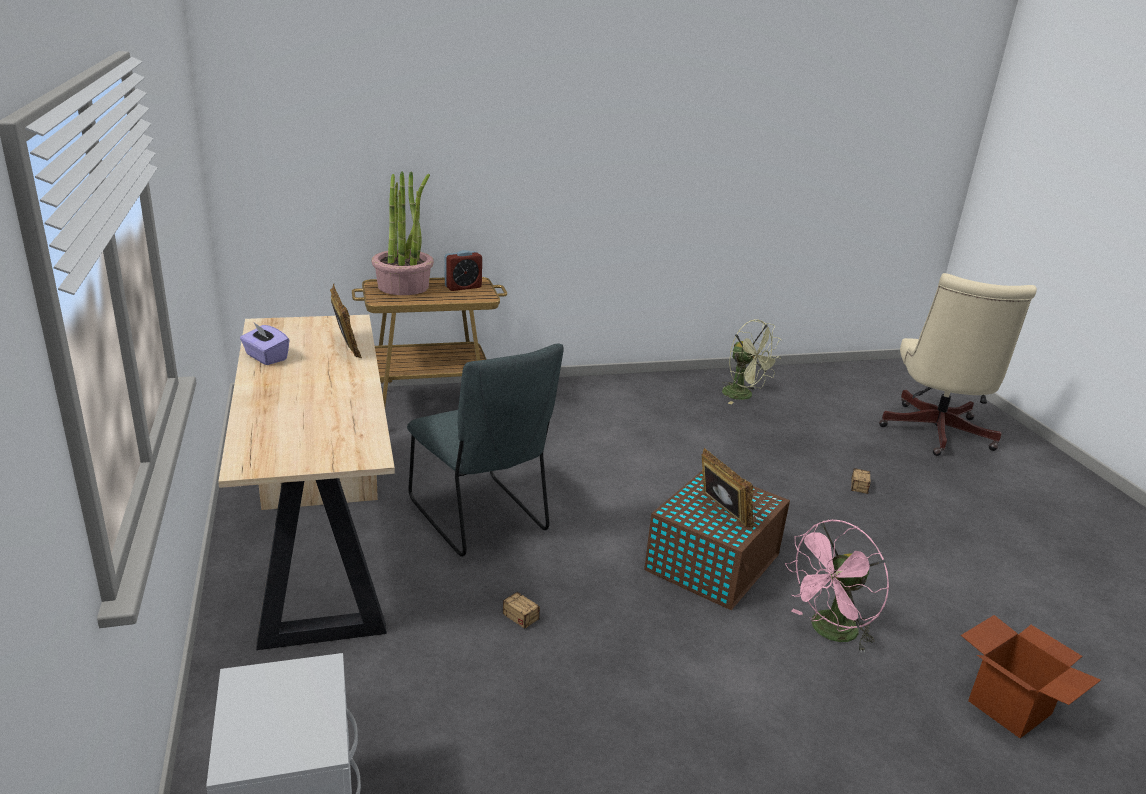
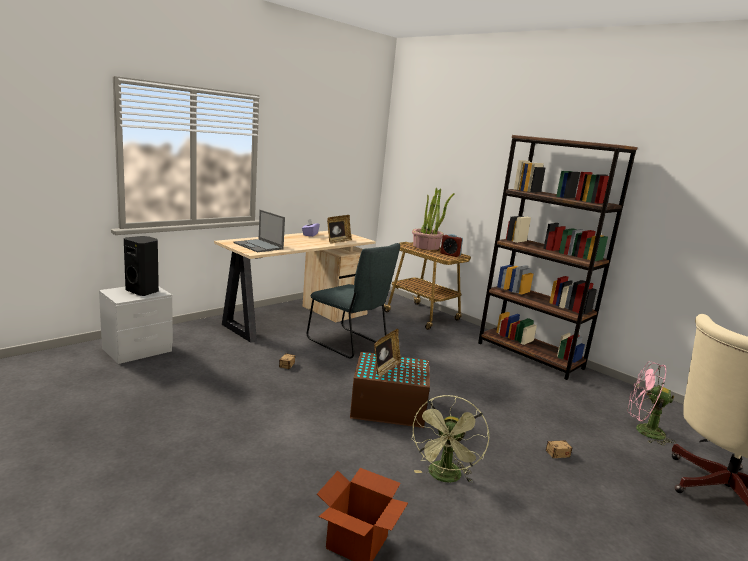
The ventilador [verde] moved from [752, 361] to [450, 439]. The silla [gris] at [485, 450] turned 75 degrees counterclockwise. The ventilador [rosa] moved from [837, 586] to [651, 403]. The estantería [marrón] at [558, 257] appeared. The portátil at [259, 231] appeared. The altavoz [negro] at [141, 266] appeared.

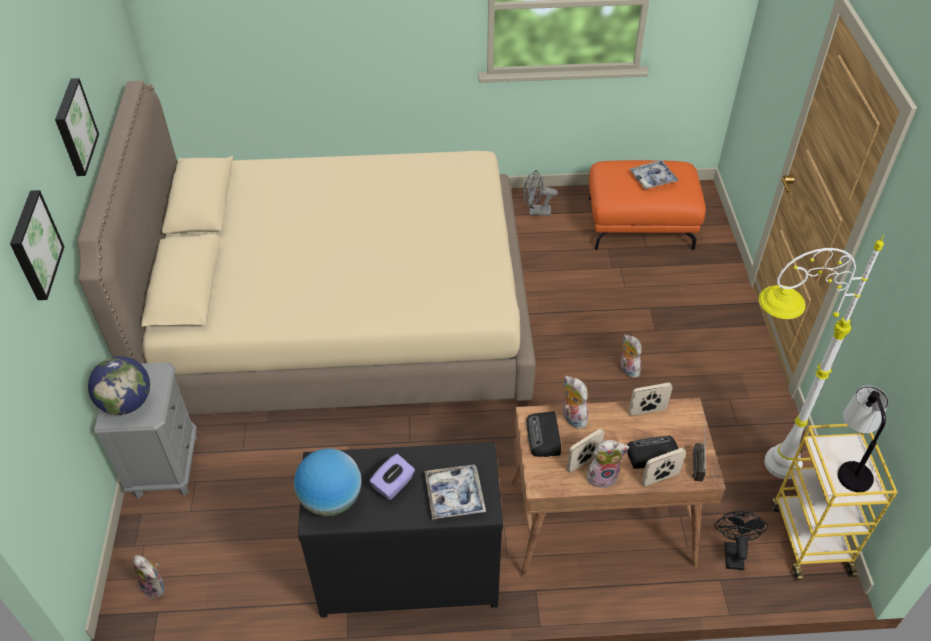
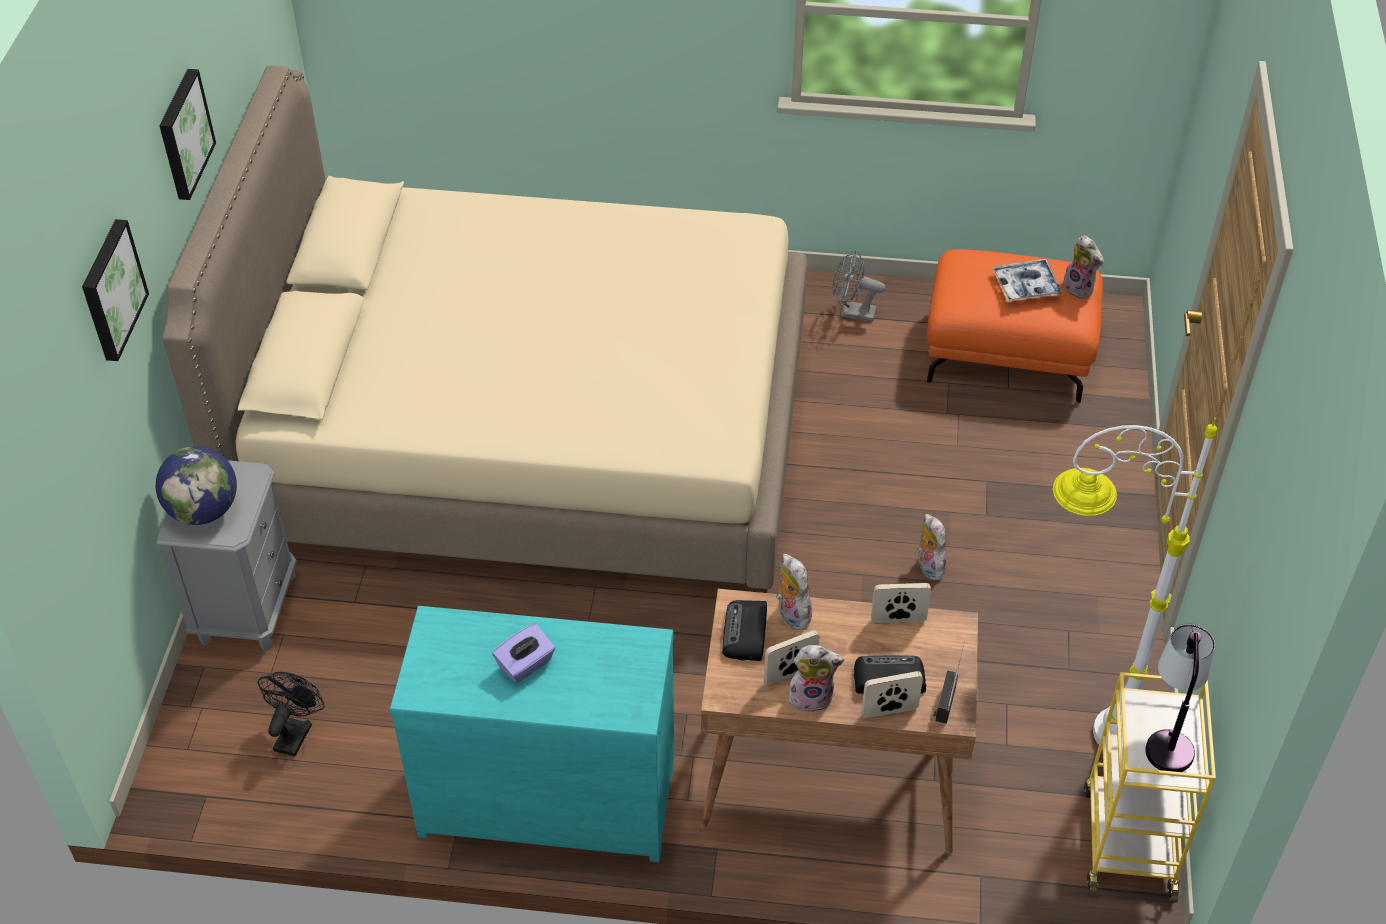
The cómoda [negro] at [400, 530] became the cómoda [turquesa] at [532, 734]. The globo terráqueo at [327, 482] disappeared. The bandeja at [455, 492] disappeared. The ventilador [negro] moved from [741, 540] to [291, 714]. The peluche moved from [148, 577] to [1083, 267].

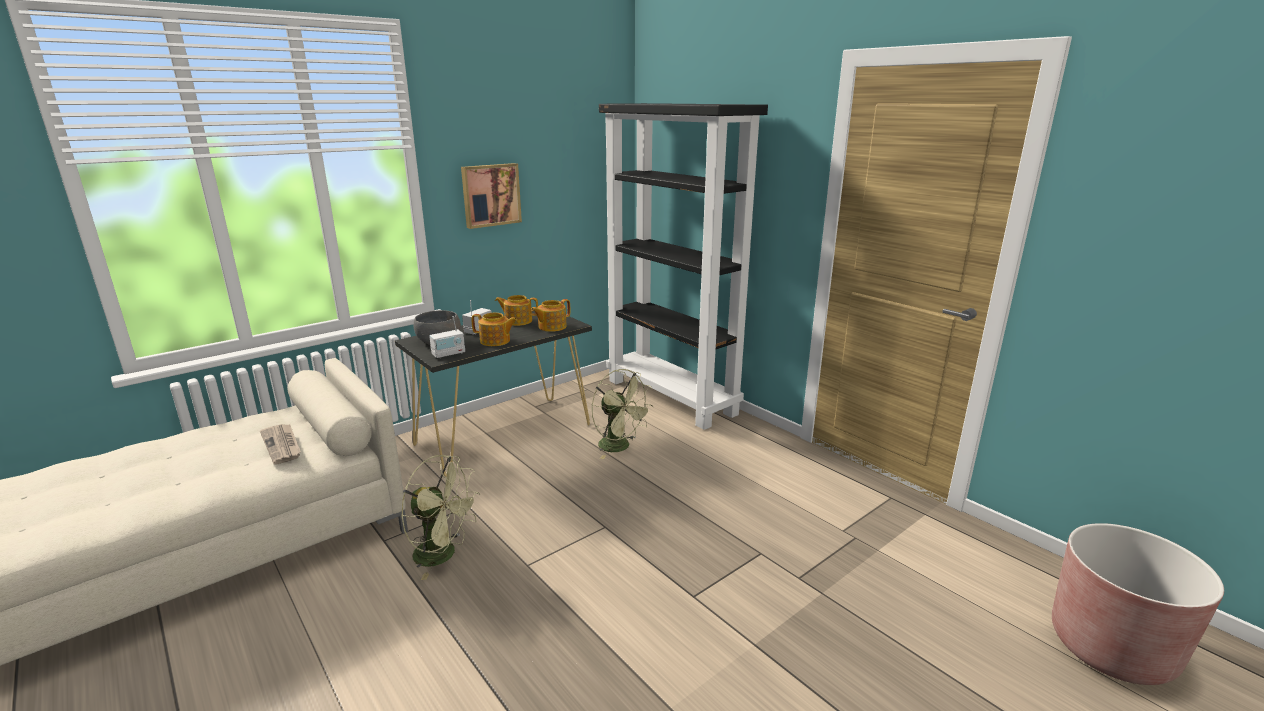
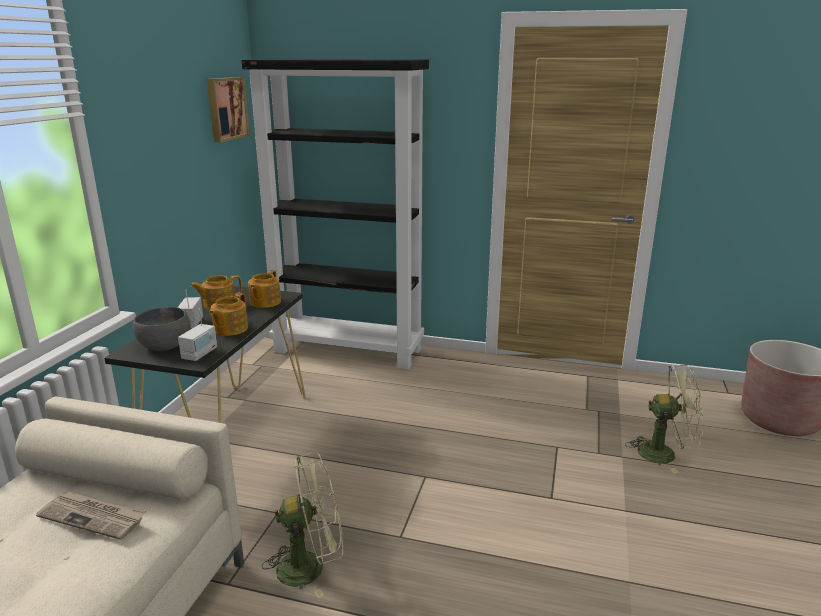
The cuadro moved from [491, 196] to [228, 109]. The tetera at [494, 329] turned 135 degrees clockwise. The ventilador [verde] moved from [622, 414] to [664, 419].

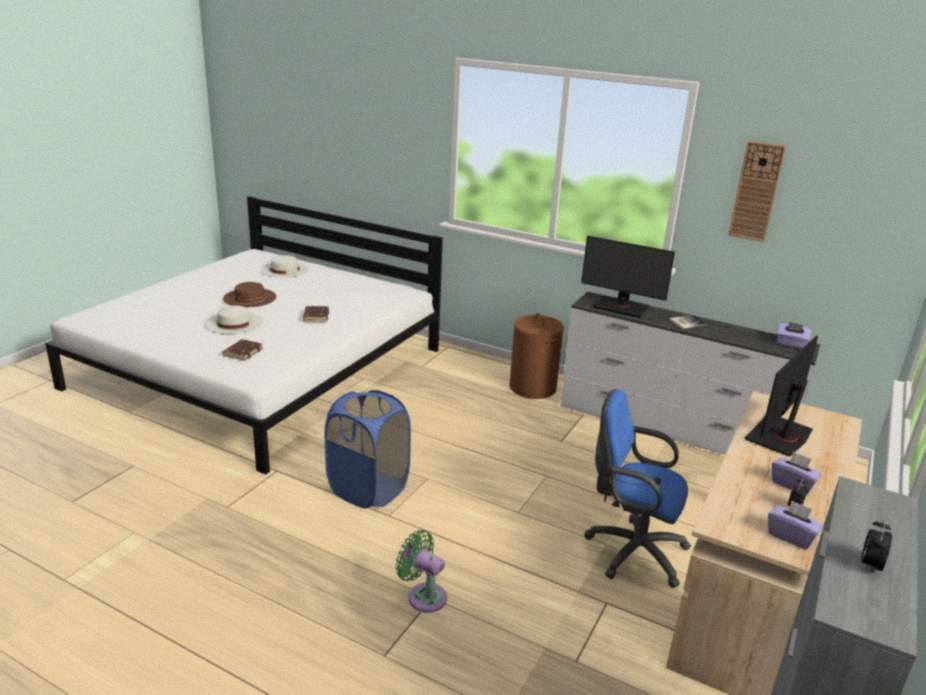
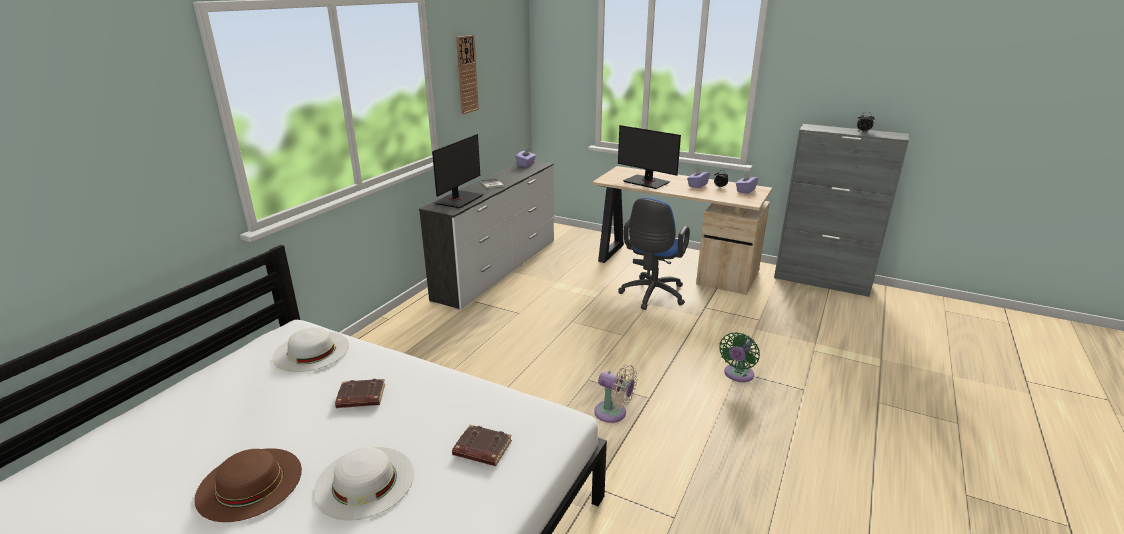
The sombrero [blanco] moved from [285, 266] to [310, 349]. The cesto de la ropa [marrón] at [536, 356] disappeared. The cesto de la ropa [azul] at [368, 449] was replaced by the ventilador [beis] at [616, 394].

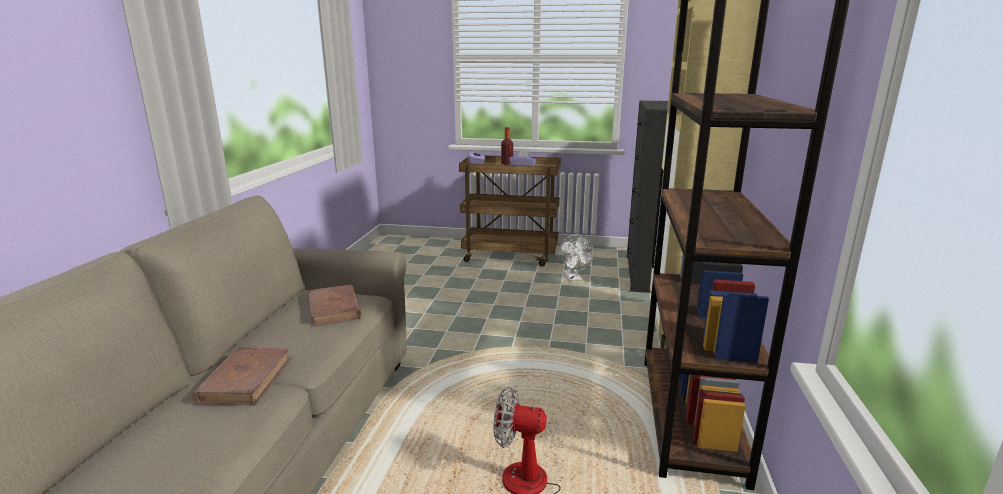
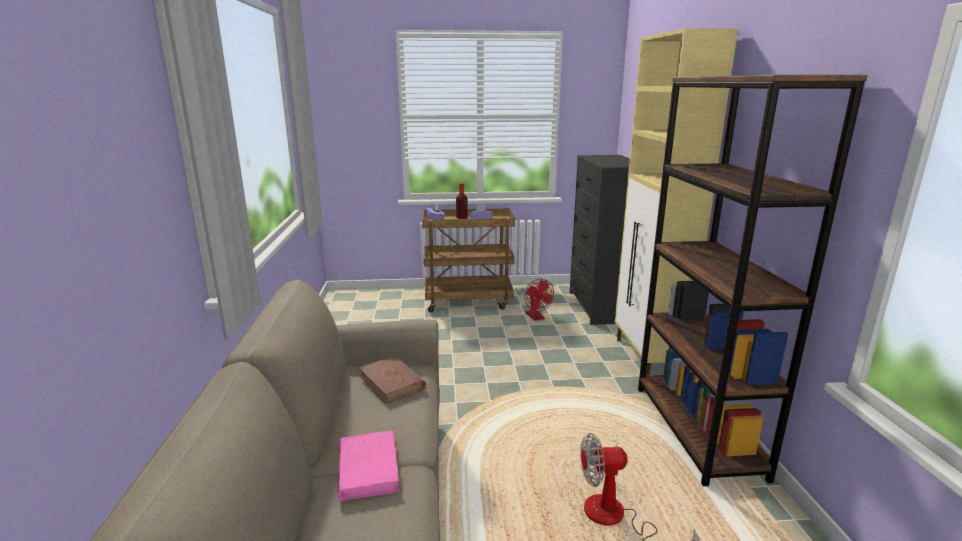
The ventilador [blanco] at [576, 257] became the ventilador [rojo] at [539, 300]. The libro [marrón] at [242, 376] became the libro [rosa] at [369, 466].

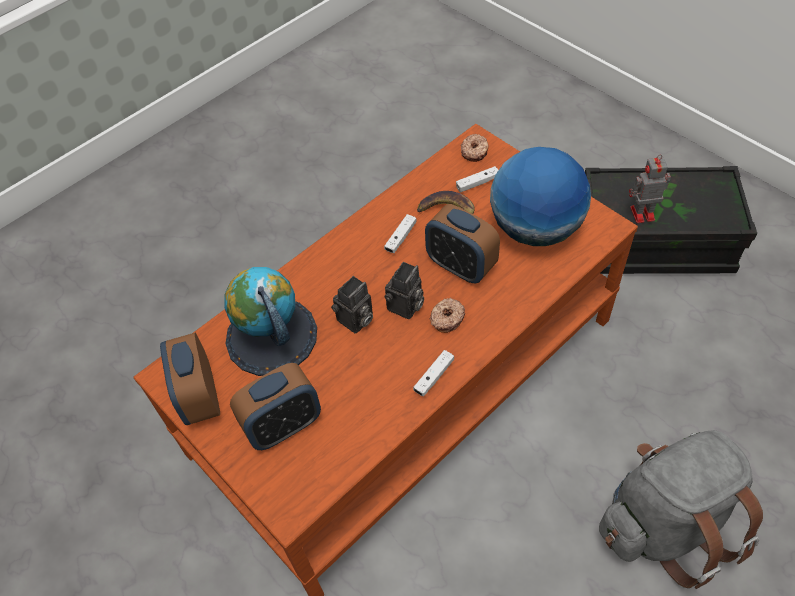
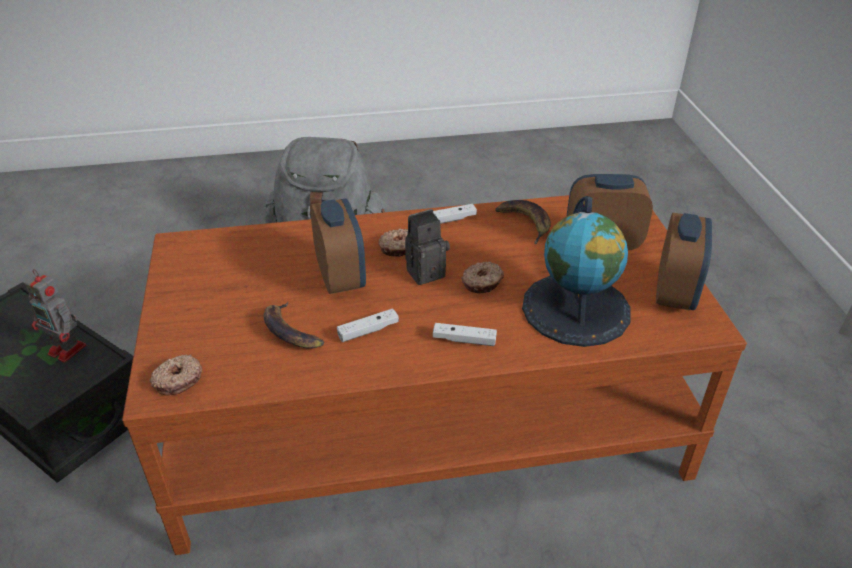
The globo terráqueo at [540, 196] disappeared. The mando de consola [blanco] moved from [477, 179] to [465, 334]. The cámara at [352, 305] was replaced by the rosquilla at [483, 277]. The plátano at [523, 222] appeared.

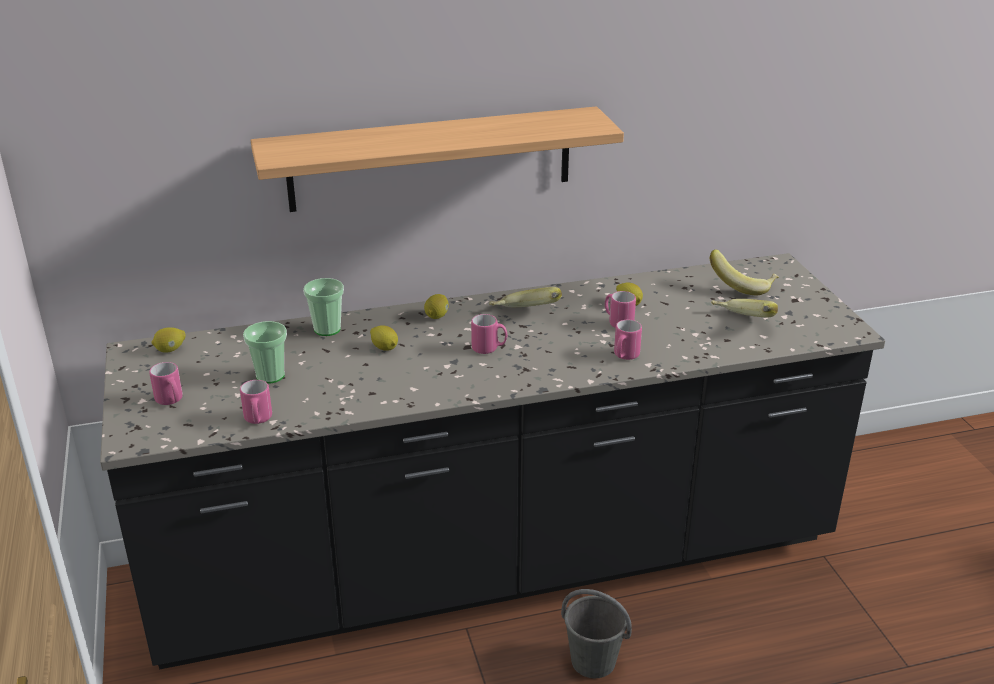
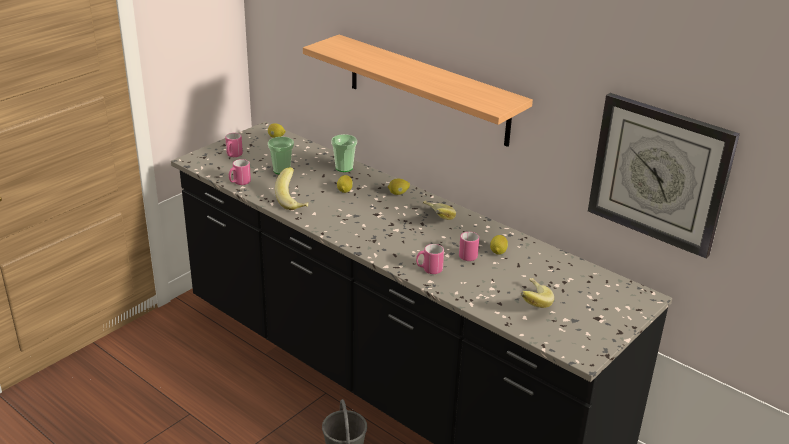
The plátano moved from [744, 272] to [291, 188]. The taza grande [rosa] at [489, 334] disappeared. The reloj de pared at [664, 175] appeared.

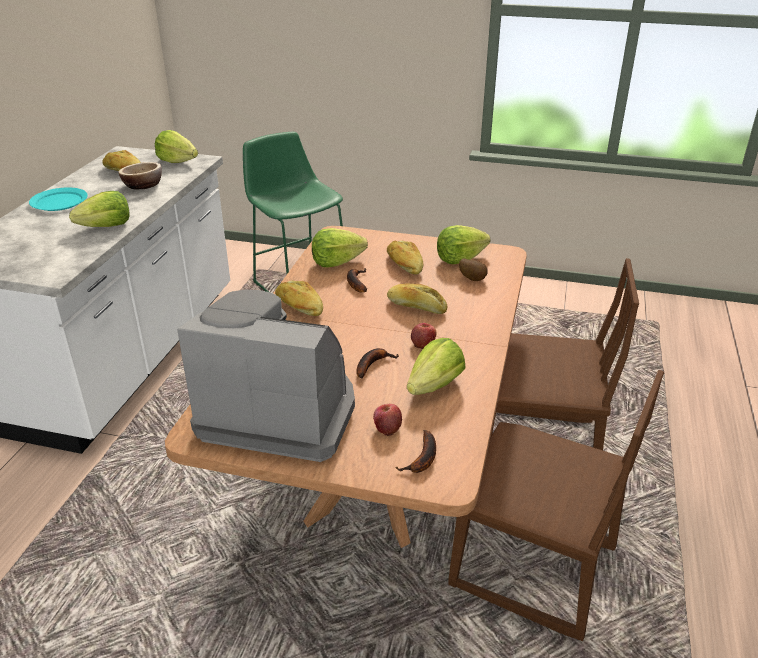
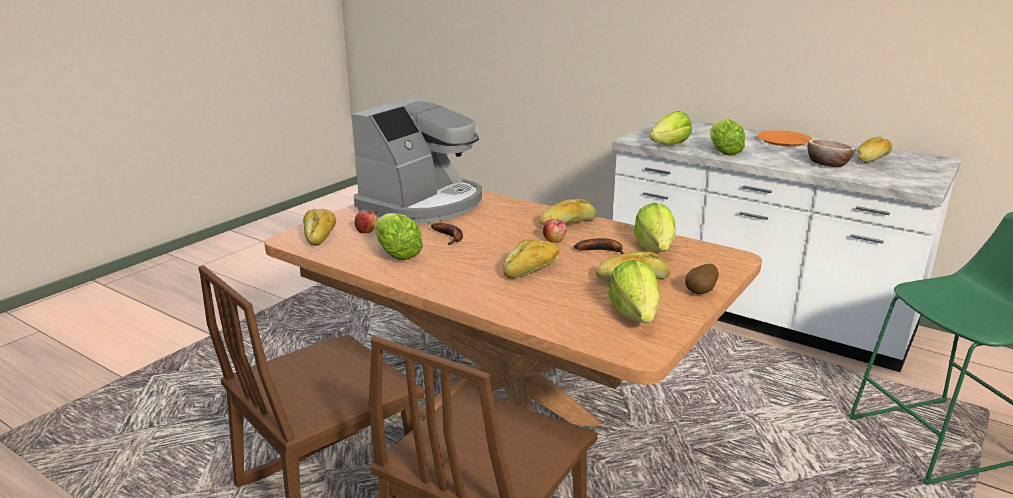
The lechuga moved from [176, 146] to [670, 127]. The plato [turquesa] at [58, 199] became the plato [naranja] at [784, 138]. The patata moved from [473, 269] to [702, 279]. The manzana moved from [423, 336] to [555, 230]. The plátano at [415, 451] was replaced by the pan at [319, 227].

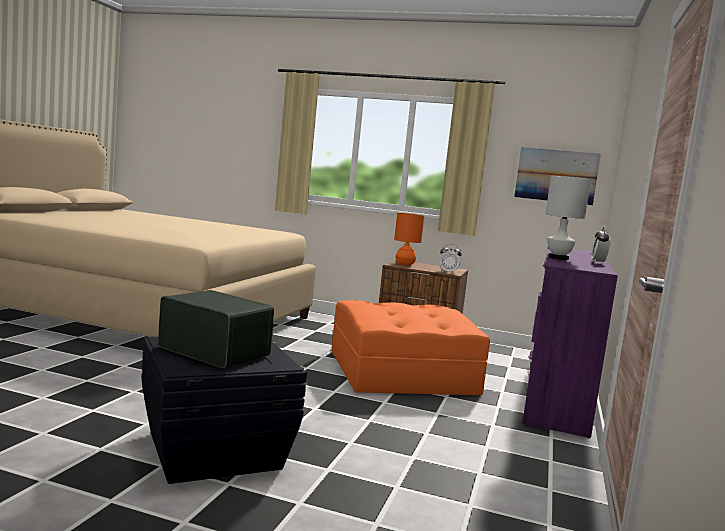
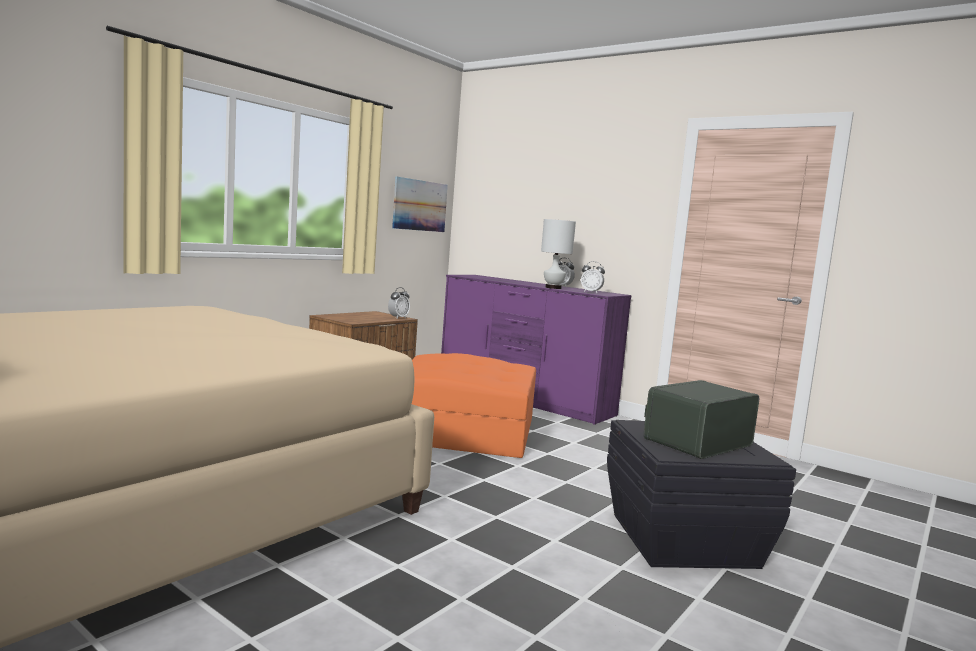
The lámpara de mesa [naranja] at [409, 239] disappeared. The despertador at [593, 277] appeared.

